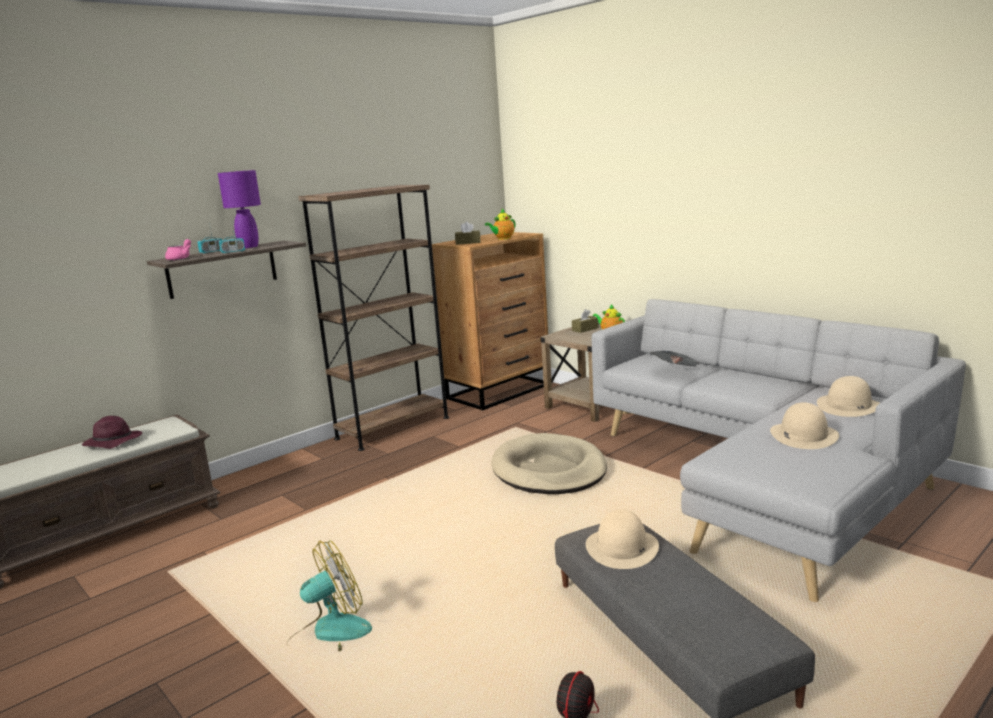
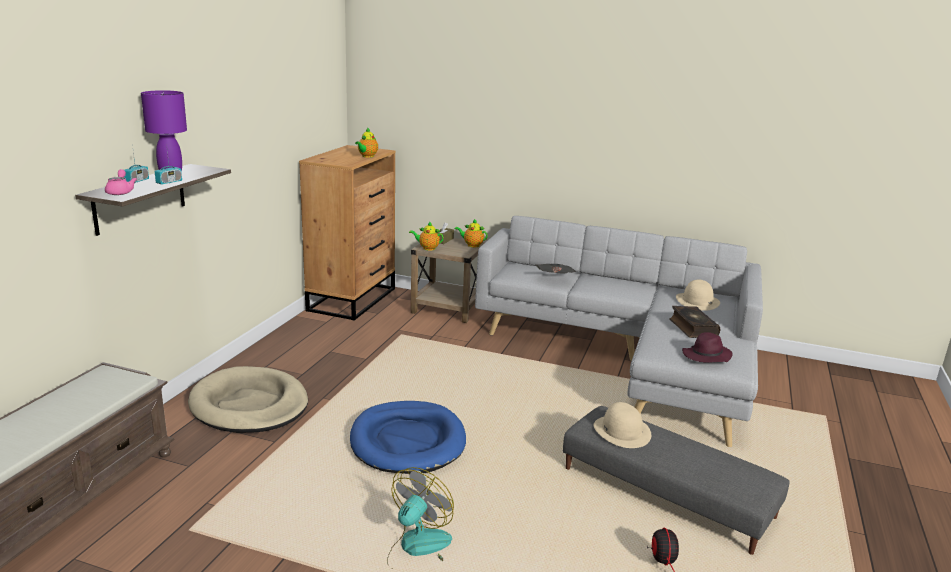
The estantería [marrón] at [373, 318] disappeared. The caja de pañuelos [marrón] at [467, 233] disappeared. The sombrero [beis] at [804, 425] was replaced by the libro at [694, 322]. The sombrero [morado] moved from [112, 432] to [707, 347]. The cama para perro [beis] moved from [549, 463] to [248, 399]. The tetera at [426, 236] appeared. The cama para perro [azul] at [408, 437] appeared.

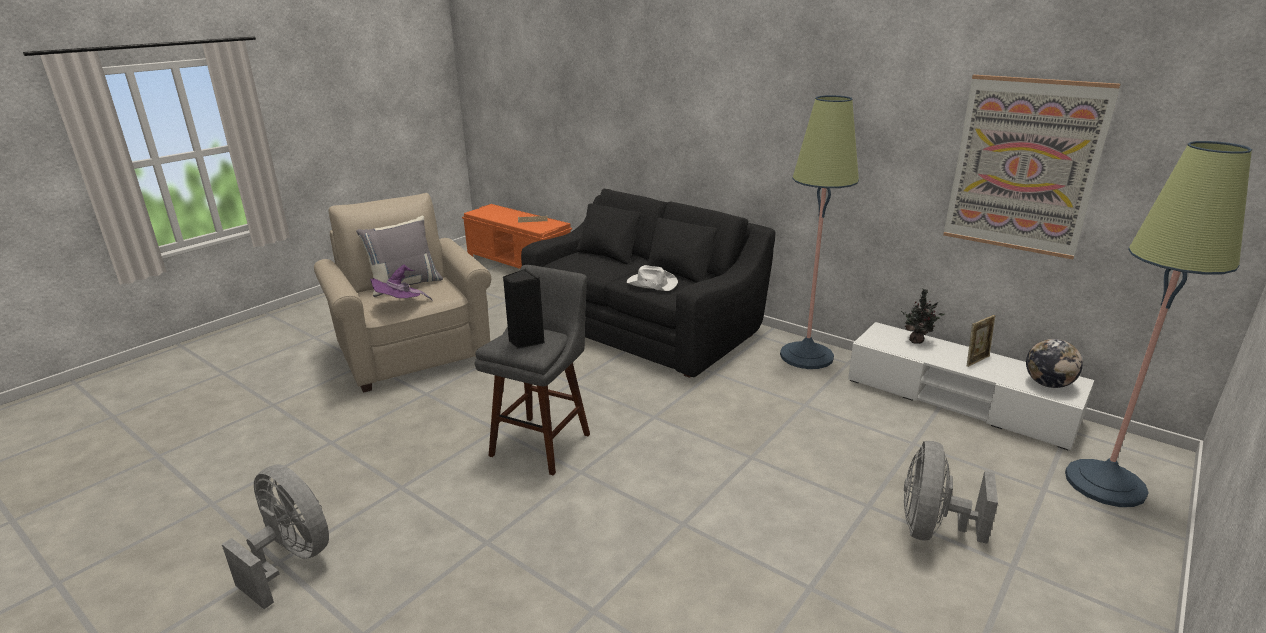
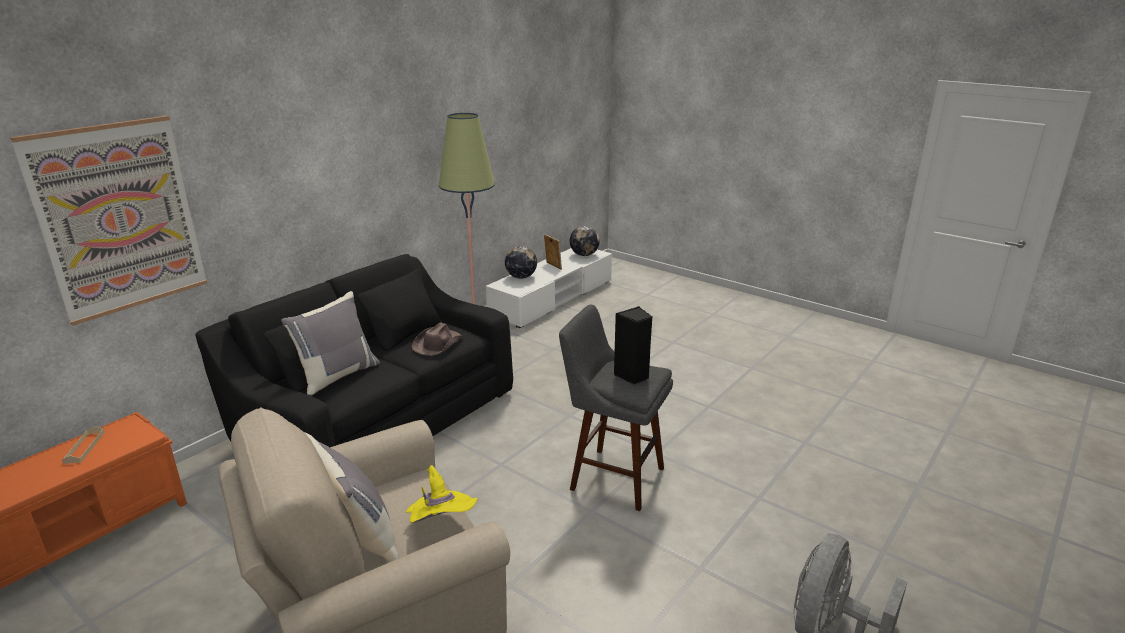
The cuadro moved from [1031, 167] to [108, 221]. The lámpara de pie at [1158, 324] disappeared. The sombrero [morado] at [401, 282] became the sombrero [amarillo] at [441, 494]. The sombrero [blanco] at [652, 278] became the sombrero [marrón] at [437, 339]. The planta en maceta at [922, 316] was replaced by the globo terráqueo at [521, 262]. The ventilador [gris] at [951, 492] disappeared. The cojín [gris] at [330, 343] appeared.

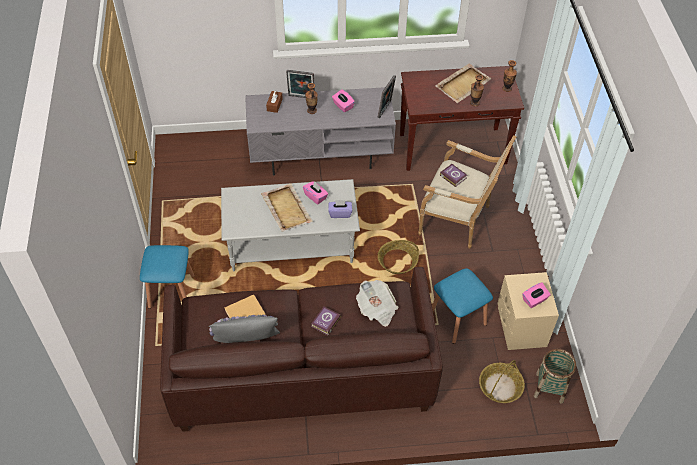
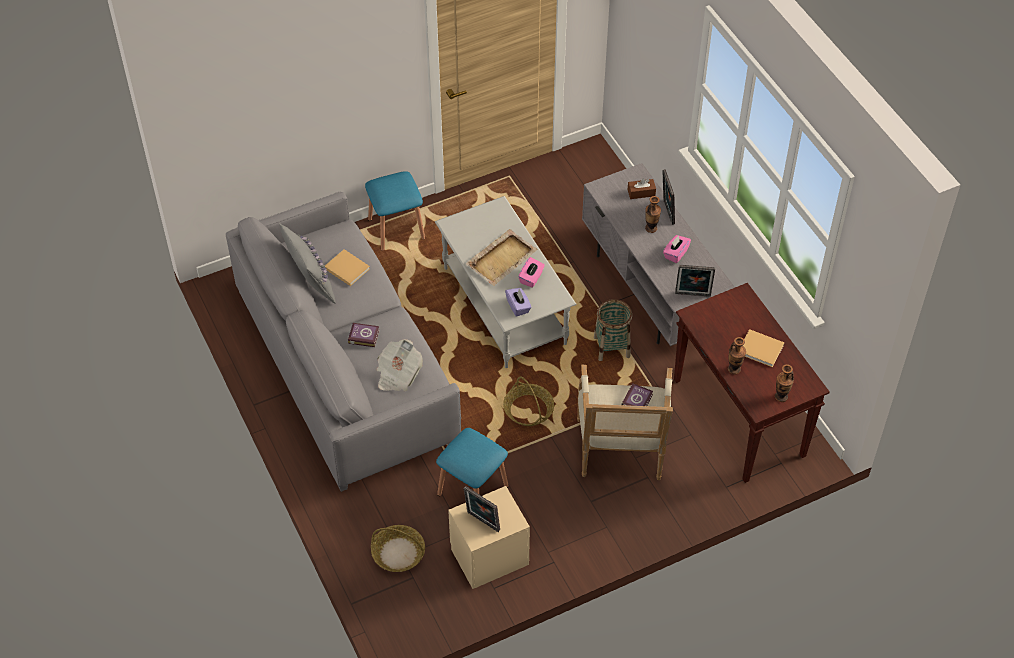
The bandeja [beis] at [463, 83] was replaced by the libro [beis] at [763, 348]. The sofá [marrón] at [301, 349] became the sofá [gris] at [343, 342]. The caja de pañuelos [rosa] at [537, 295] was replaced by the portarretratos at [481, 509]. The cesta moved from [555, 376] to [613, 330].

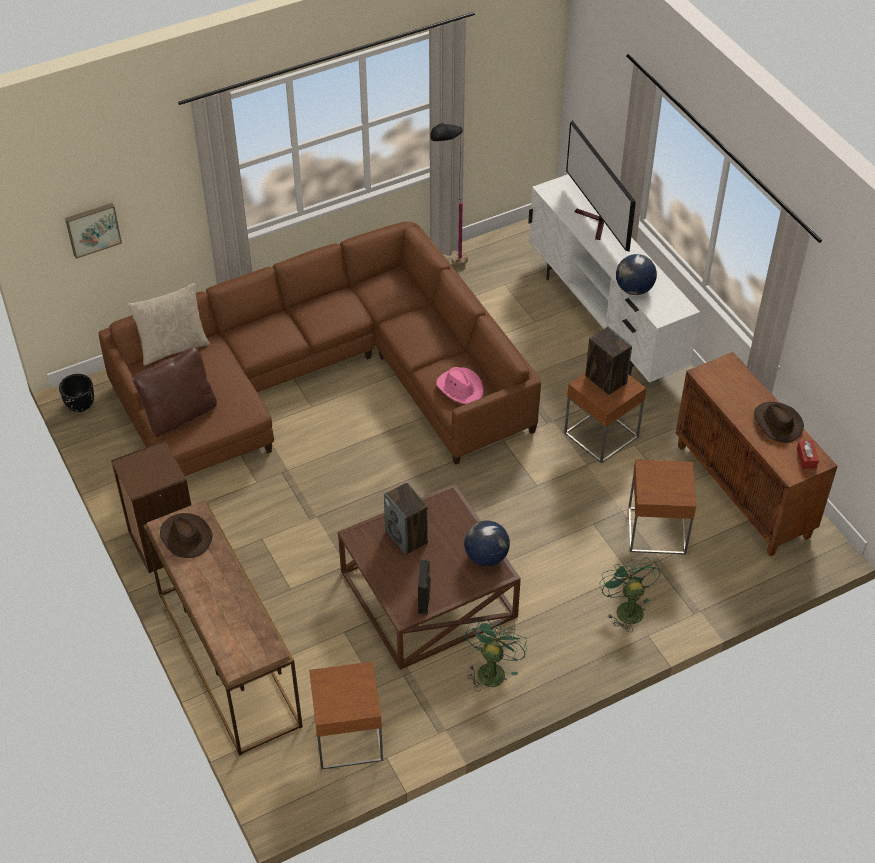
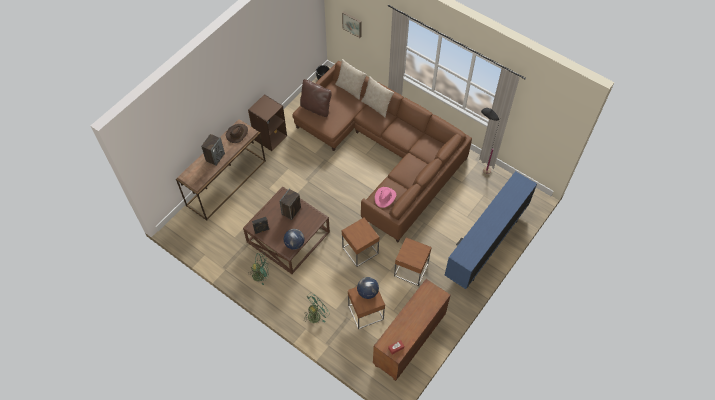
The televisor at [601, 186] disappeared. The mueble de televisión [blanco] at [614, 278] became the mueble de televisión [azul] at [491, 230]. The globo terráqueo moved from [636, 274] to [368, 288]. The altavoz moved from [608, 360] to [213, 150]. The sombrero [marrón] at [779, 422] disappeared. The mesa auxiliar [marrón] moved from [346, 716] to [360, 242]. The cojín [beis] at [377, 97] appeared.

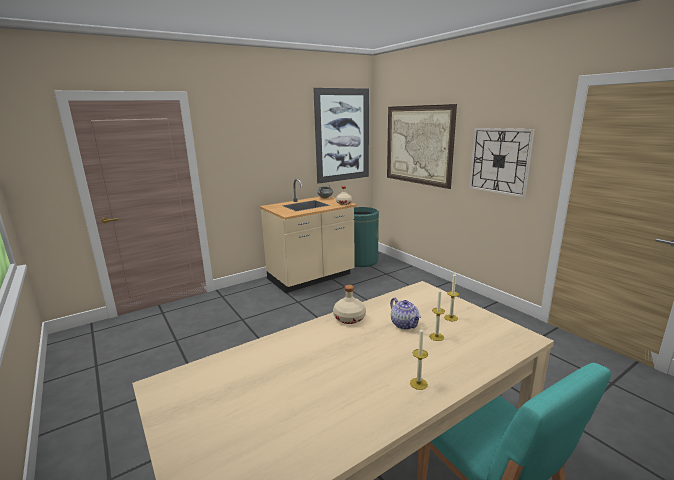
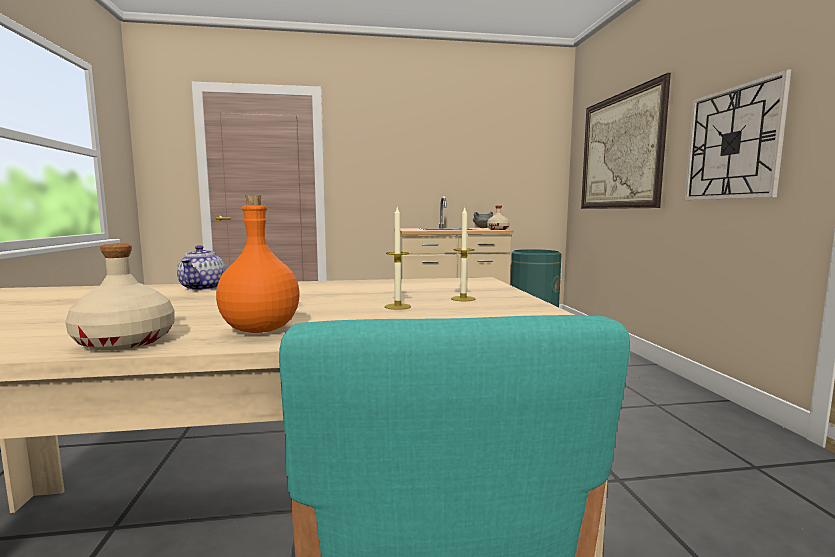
The cuadro at [341, 136] disappeared. The botella [beis] moved from [349, 304] to [120, 297]. The tetera moved from [405, 314] to [201, 267]. The vela at [419, 358] was replaced by the botella [naranja] at [258, 264].

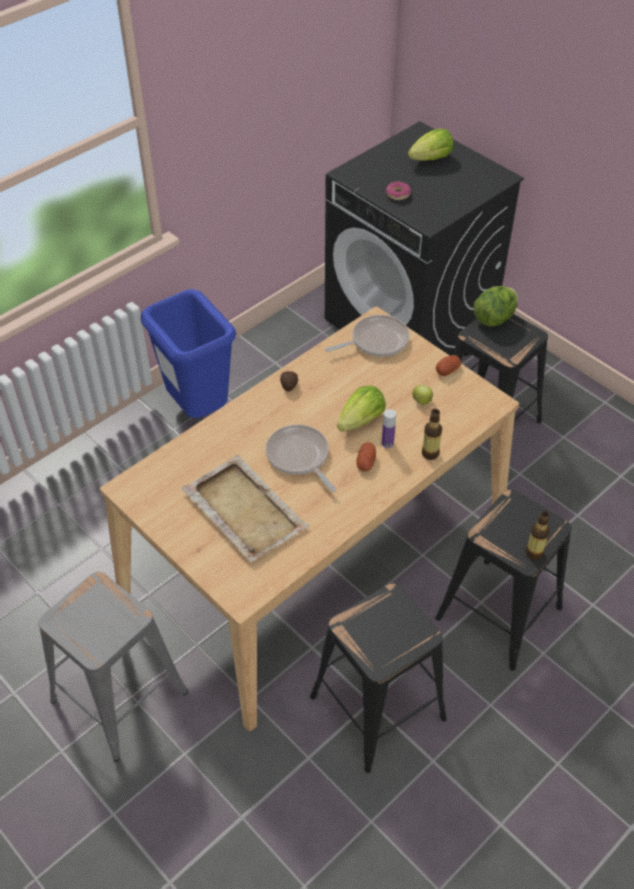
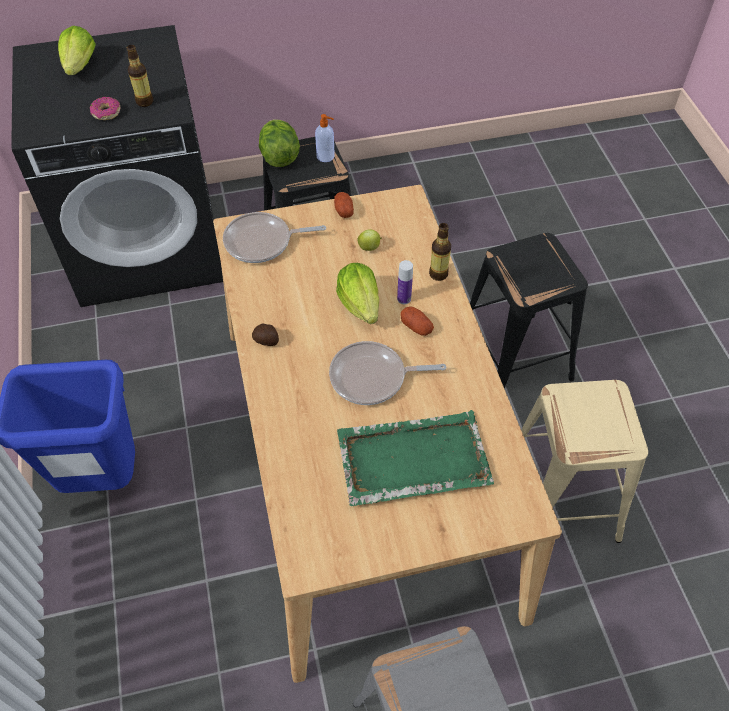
The sartén at [367, 336] turned 105 degrees counterclockwise. The bandeja [beis] at [245, 508] became the bandeja [verde] at [415, 458]. The botella moved from [537, 535] to [140, 76]. The taburete [negro] at [378, 678] became the taburete [beis] at [584, 461]. The dispensador de jabón at [325, 138] appeared.

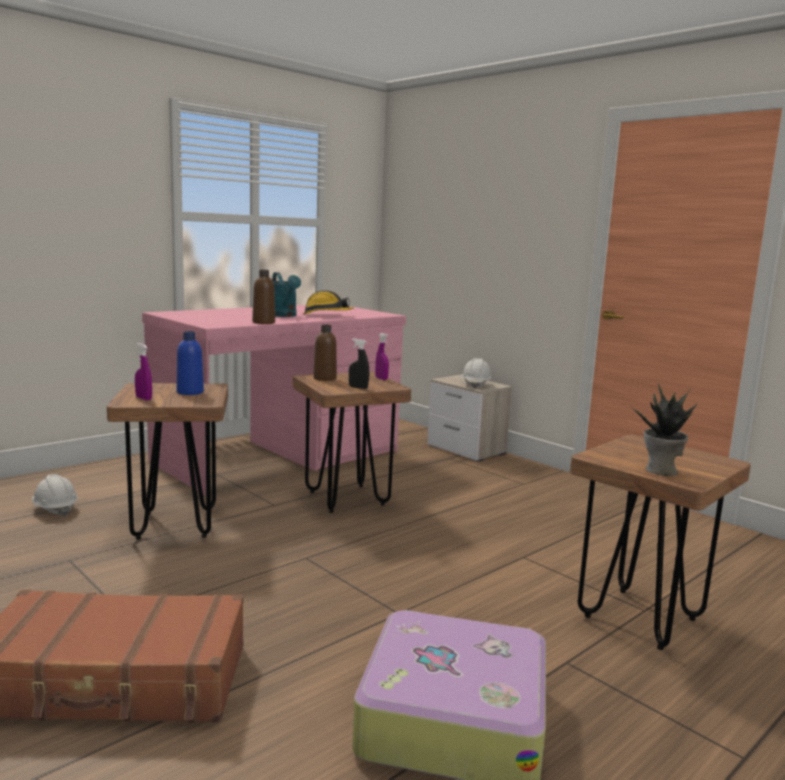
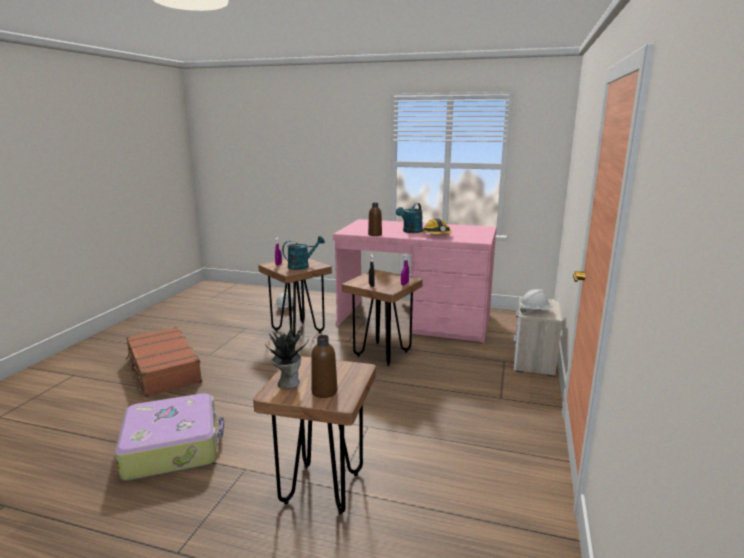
The botella [marrón] moved from [325, 353] to [324, 366]. The botella [azul] at [190, 363] was replaced by the regadera [turquesa] at [303, 253].

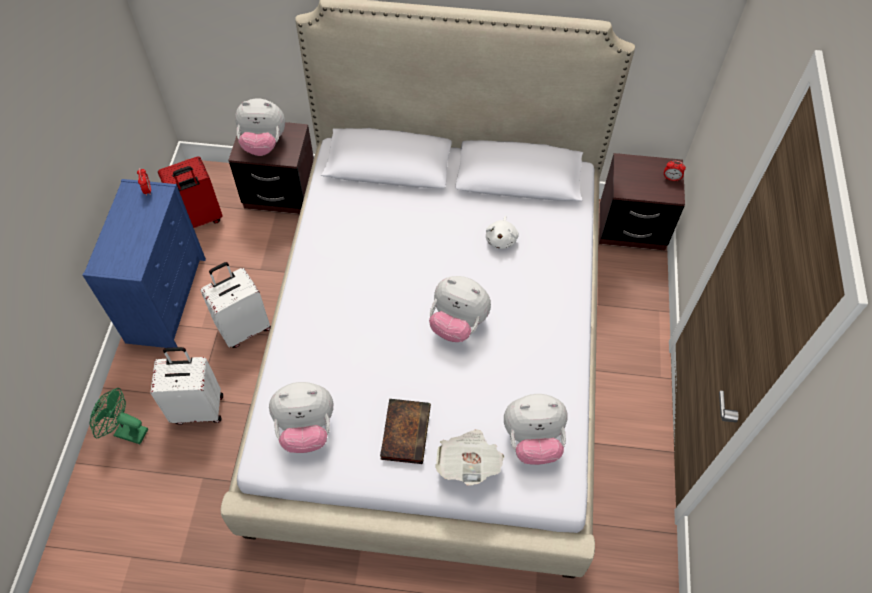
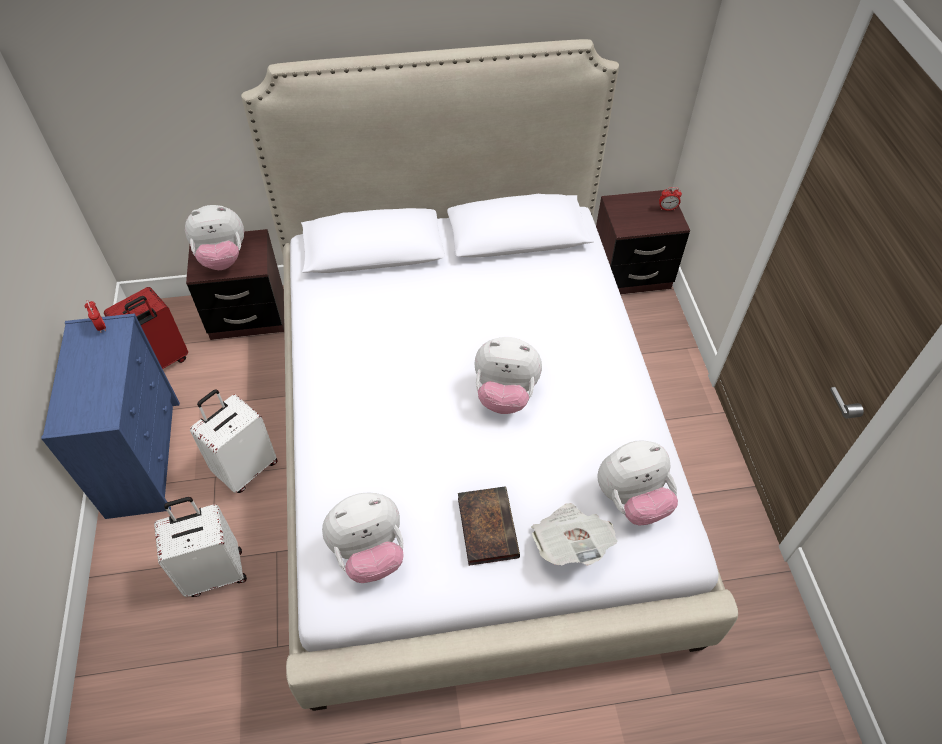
The peluche [blanco] at [502, 232] disappeared. The ventilador [verde] at [118, 416] disappeared.

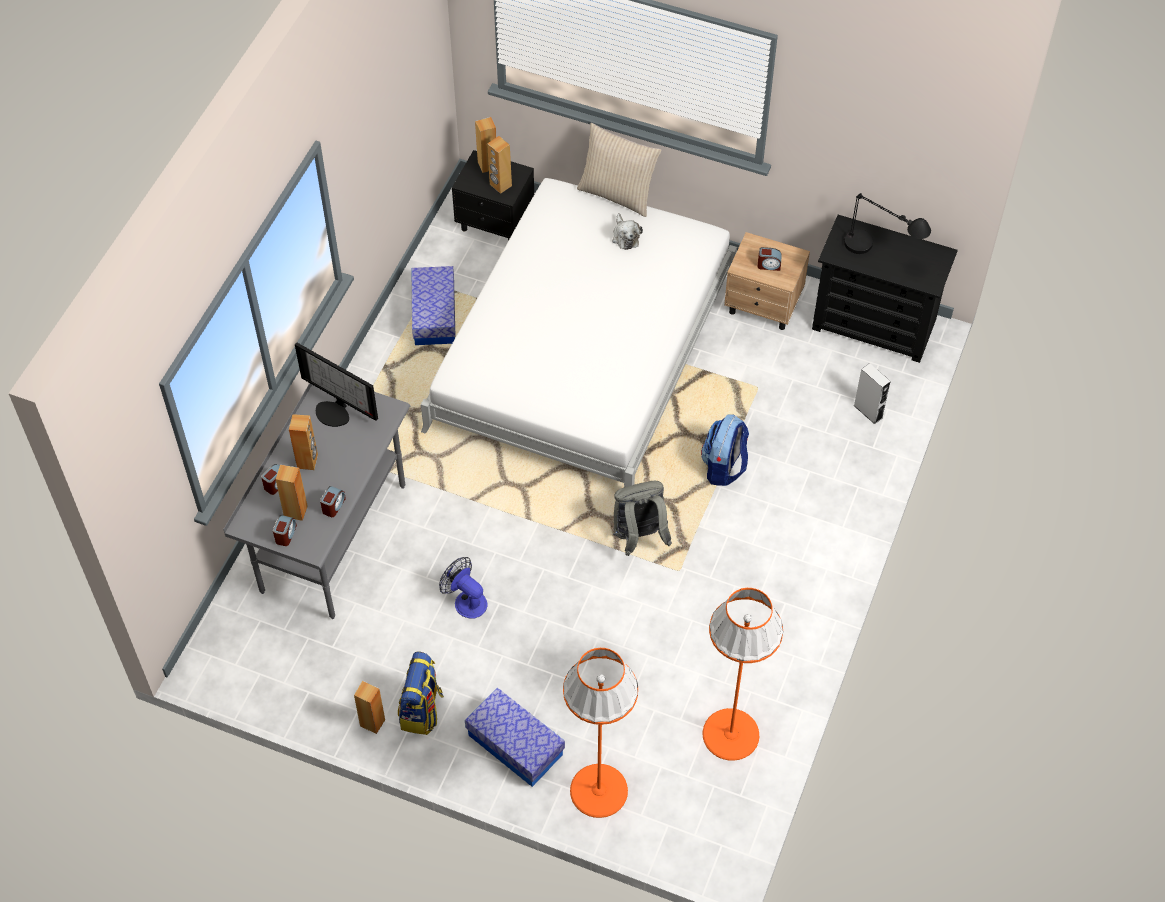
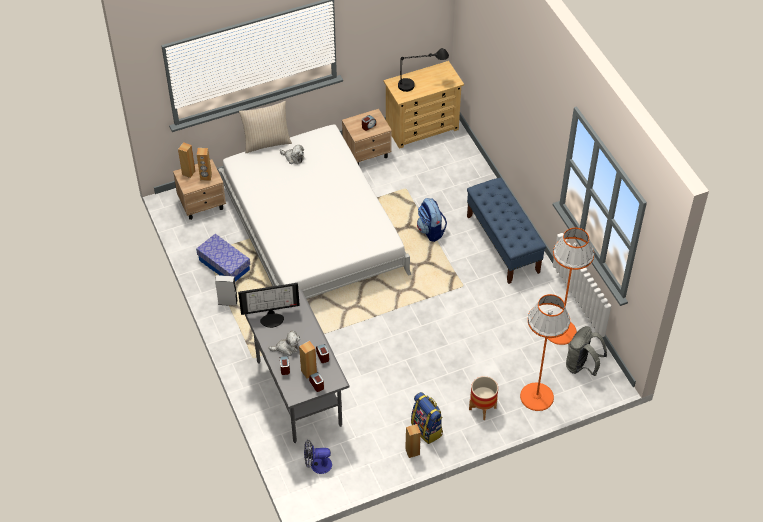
The mesita de noche [negro] at [493, 195] became the mesita de noche [beis] at [199, 189]. The cómoda [negro] at [885, 289] became the cómoda [beis] at [423, 105]. The altavoz [gris] moved from [872, 393] to [226, 290]. The altavoz [marrón] at [303, 442] was replaced by the peluche at [284, 343]. The mochila [gris] moved from [642, 518] to [586, 351]. The ventilador moved from [463, 588] to [318, 457]. The caja de almacenaje at [515, 737] was replaced by the maceta at [483, 398]. The banco [azul] at [506, 230] appeared.

